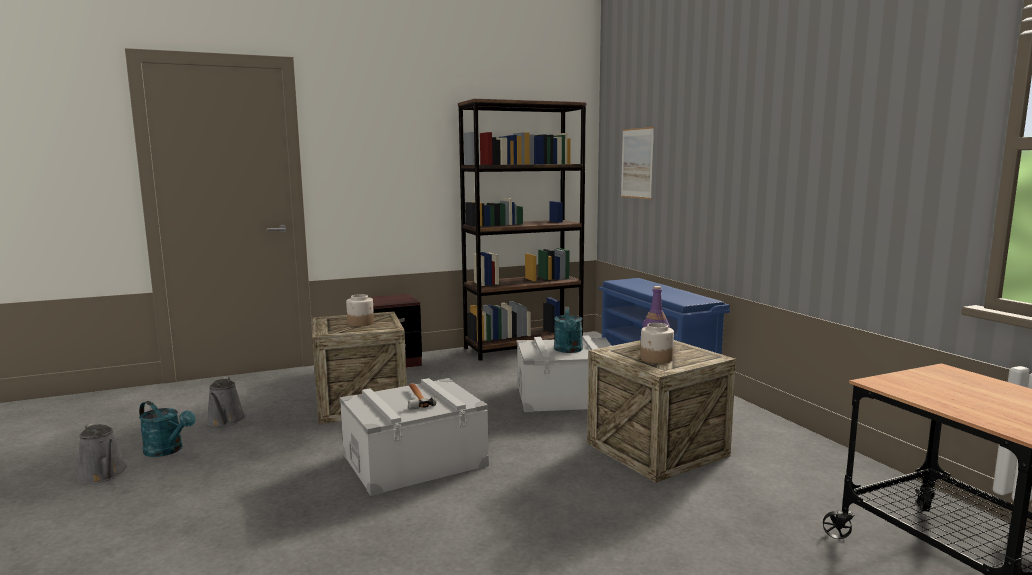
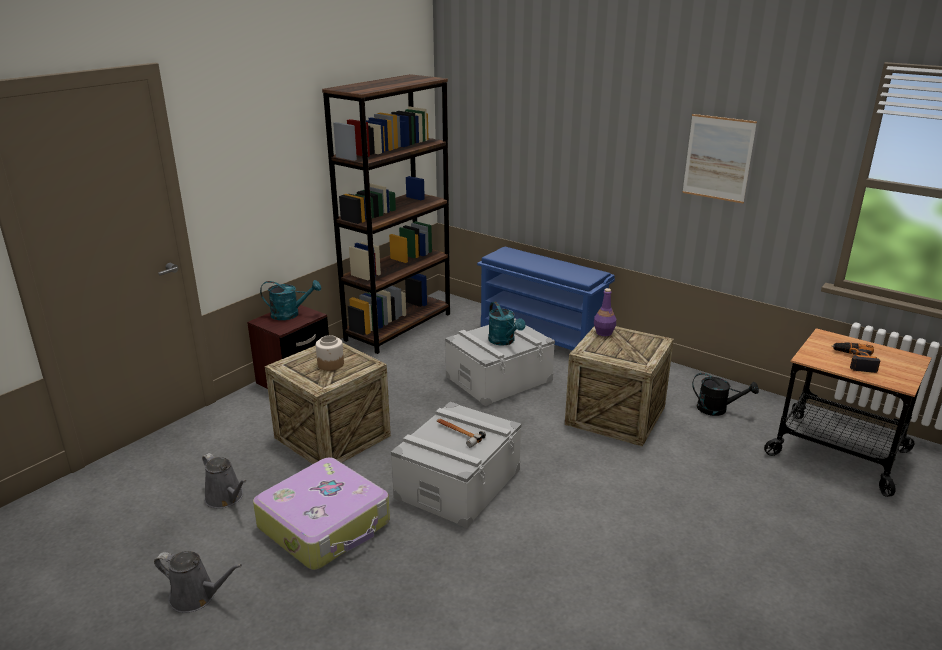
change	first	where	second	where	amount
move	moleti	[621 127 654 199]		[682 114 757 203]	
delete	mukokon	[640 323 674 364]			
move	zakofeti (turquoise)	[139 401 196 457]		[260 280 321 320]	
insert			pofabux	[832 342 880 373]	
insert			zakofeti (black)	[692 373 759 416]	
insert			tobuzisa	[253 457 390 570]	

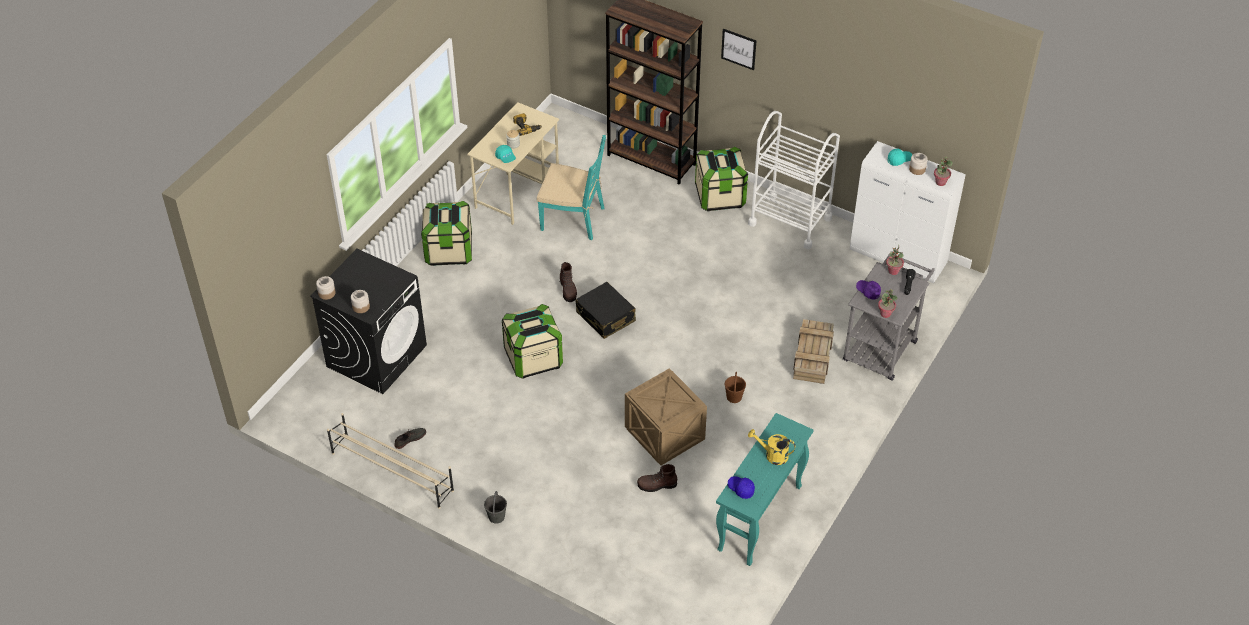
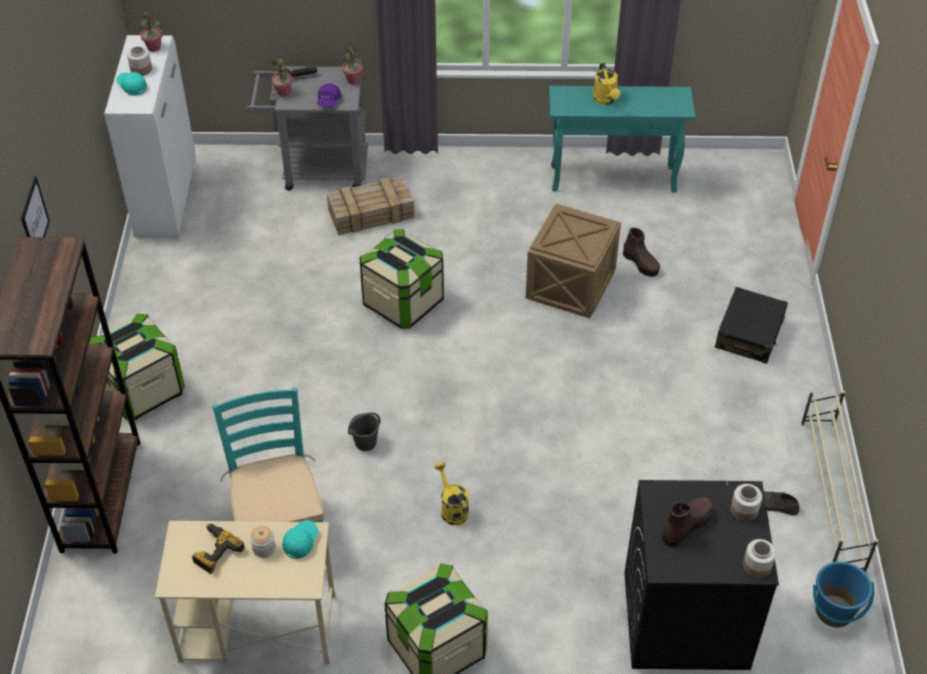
change	first	where	second	where	amount
delete	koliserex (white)	[748 111 840 249]			
move	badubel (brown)	[560 262 577 302]		[662 497 713 547]	
move	tobuzisa (black)	[576 282 636 339]		[715 287 788 364]	
move	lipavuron	[502 304 563 379]		[360 229 444 329]	
delete	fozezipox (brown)	[725 372 746 403]			
delete	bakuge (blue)	[728 476 755 499]			
move	fozezipox (grey)	[484 491 507 524]		[348 412 381 451]	
insert			zakofeti (yellow)	[434 462 469 525]	
insert			fozezipox (blue)	[813 562 874 627]	

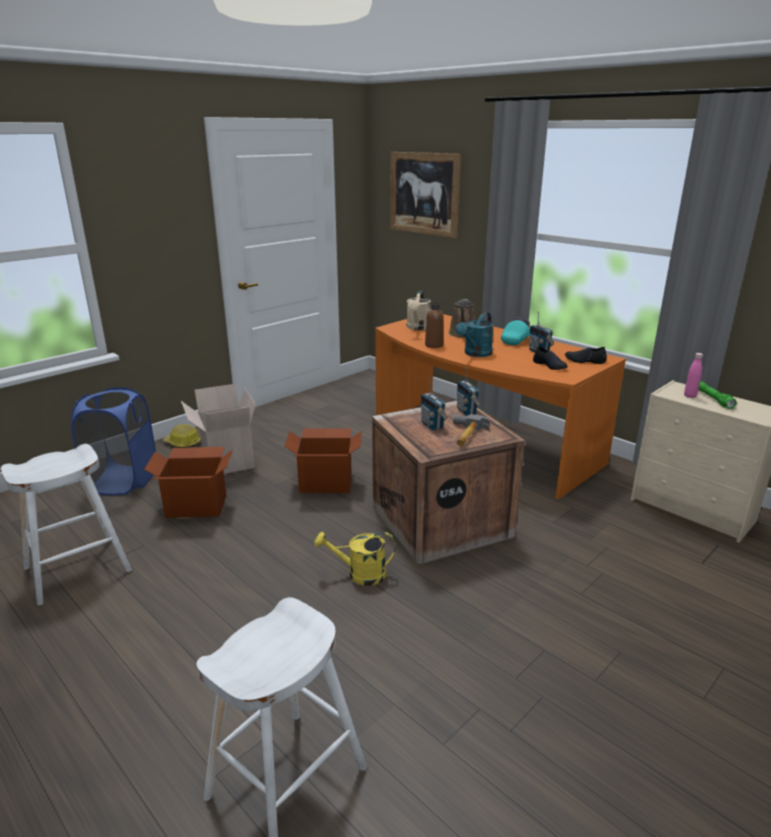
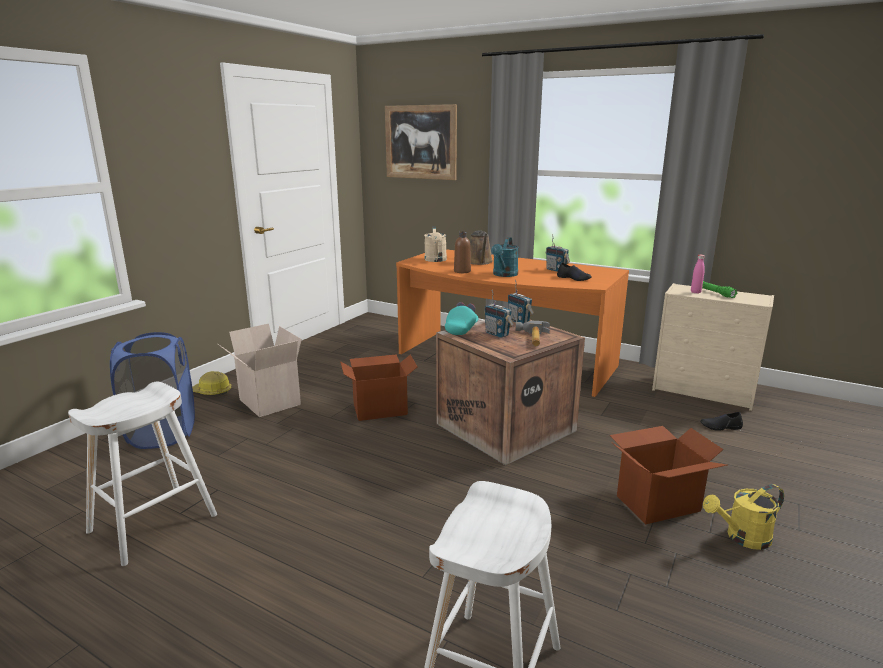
change	first	where	second	where	amount
move	bakuge (turquoise)	[501 317 530 345]		[445 302 479 335]	
move	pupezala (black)	[565 347 607 364]		[700 412 743 431]	
move	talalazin	[144 447 233 518]		[610 426 727 524]	
move	zakofeti (yellow)	[315 532 396 586]		[703 484 784 550]	

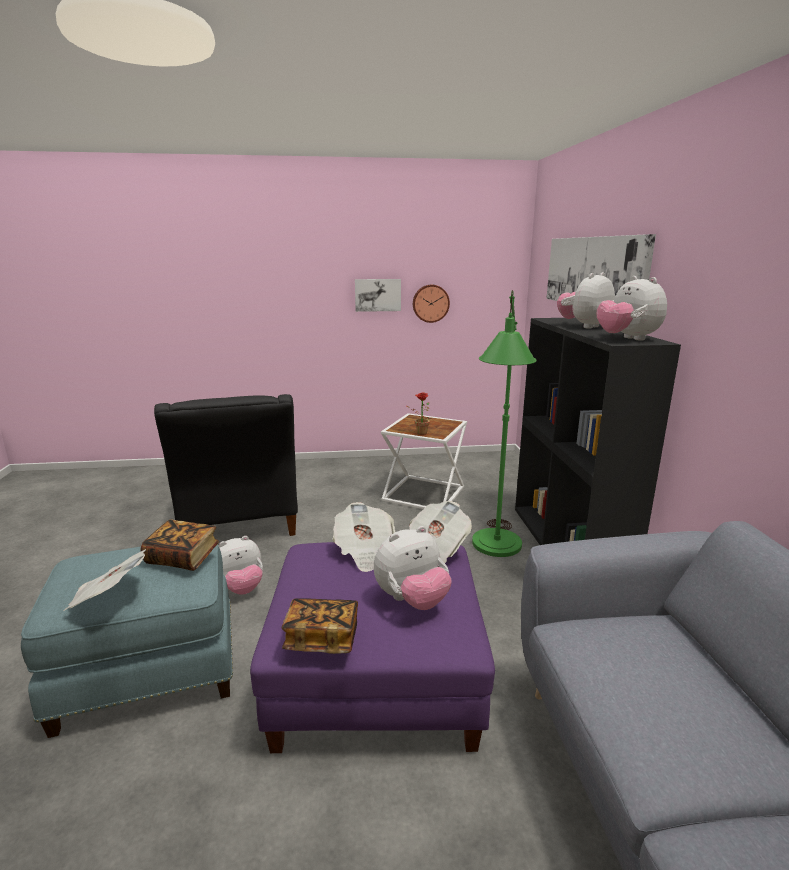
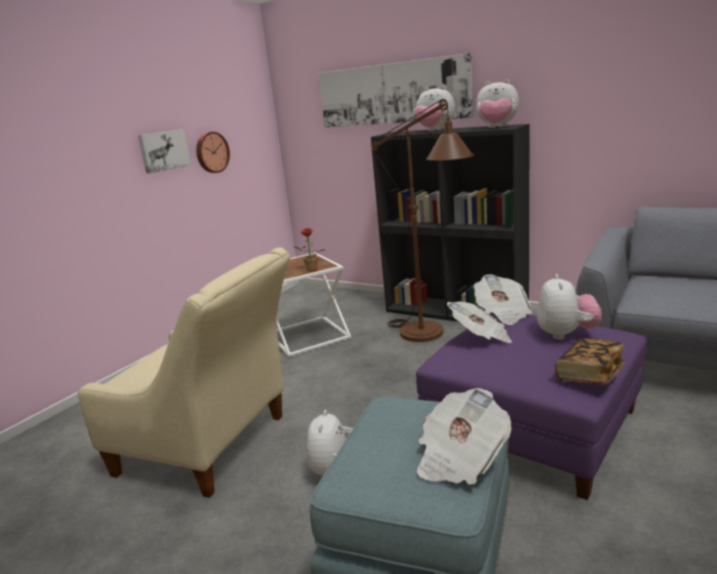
change	first	where	second	where	amount
rotate	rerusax	[557 272 615 329]		[414 86 455 131]	60 degrees counterclockwise
recolor	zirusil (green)	[472 290 537 557]	zirusil (brown)	[371 99 474 342]	
recolor	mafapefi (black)	[154 394 298 536]	mafapefi (beige)	[78 247 290 498]	
delete	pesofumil	[140 519 219 571]			

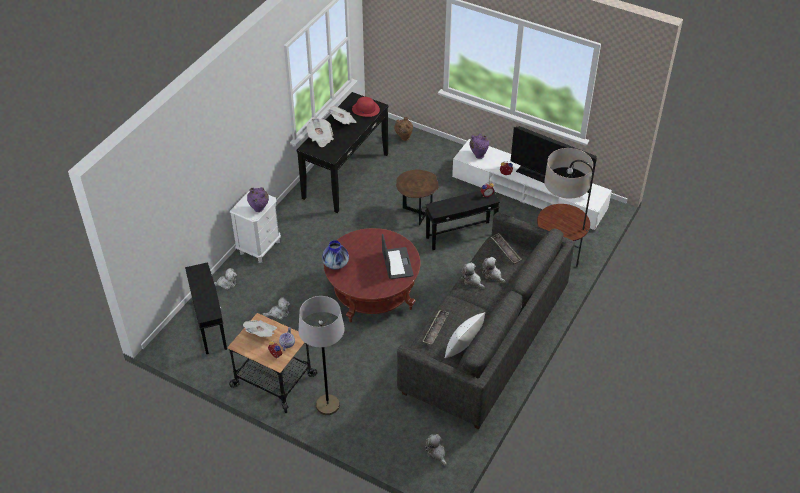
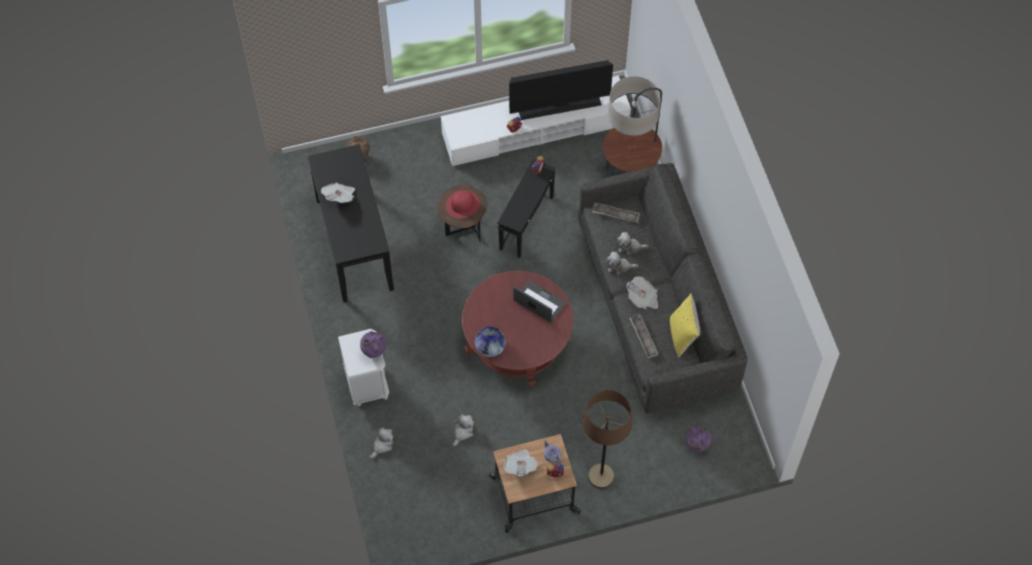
change	first	where	second	where	amount
move	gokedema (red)	[352 97 380 117]		[446 190 480 218]	
move	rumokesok	[307 118 334 147]		[627 276 658 309]	
move	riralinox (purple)	[469 133 489 159]		[686 426 712 452]	
delete	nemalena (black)	[185 262 227 354]			
recolor	zirusil (grey)	[298 296 344 415]	zirusil (brown)	[583 390 632 489]	
recolor	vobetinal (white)	[445 312 485 358]	vobetinal (yellow)	[670 294 700 358]	
delete	rerusax	[425 434 446 466]			

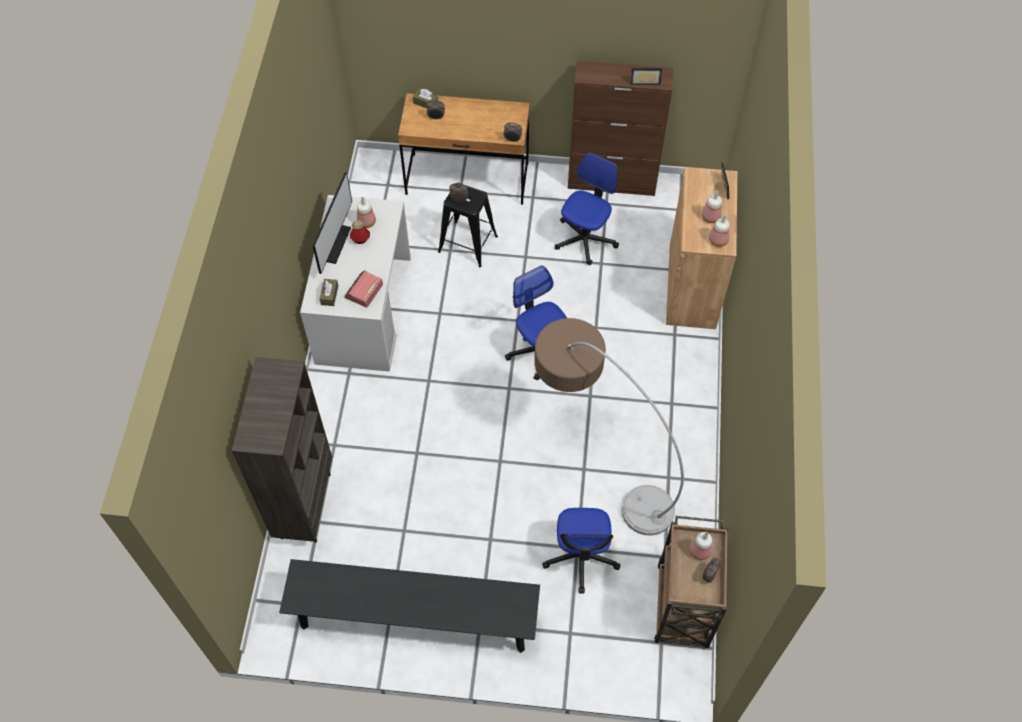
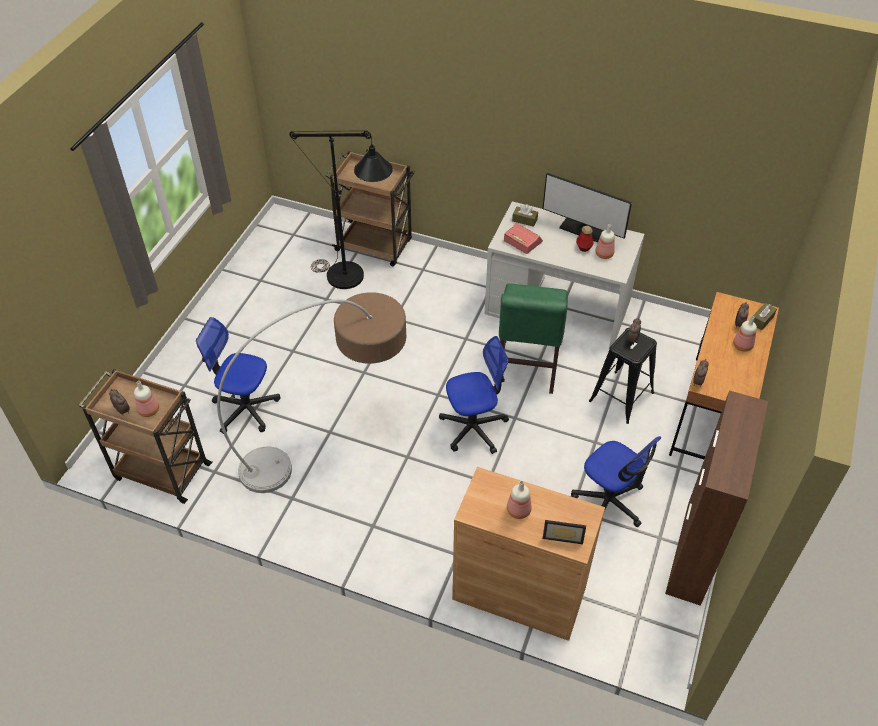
change	first	where	second	where	amount
delete	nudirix	[630 68 662 85]			
move	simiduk	[709 215 730 247]		[733 316 757 352]	
replace	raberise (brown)	[232 357 332 543]	koliserex (brown)	[326 151 415 266]	
delete	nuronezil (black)	[279 559 540 653]			
insert			zirusil (black)	[289 130 393 289]	
insert			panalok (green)	[499 284 568 394]	

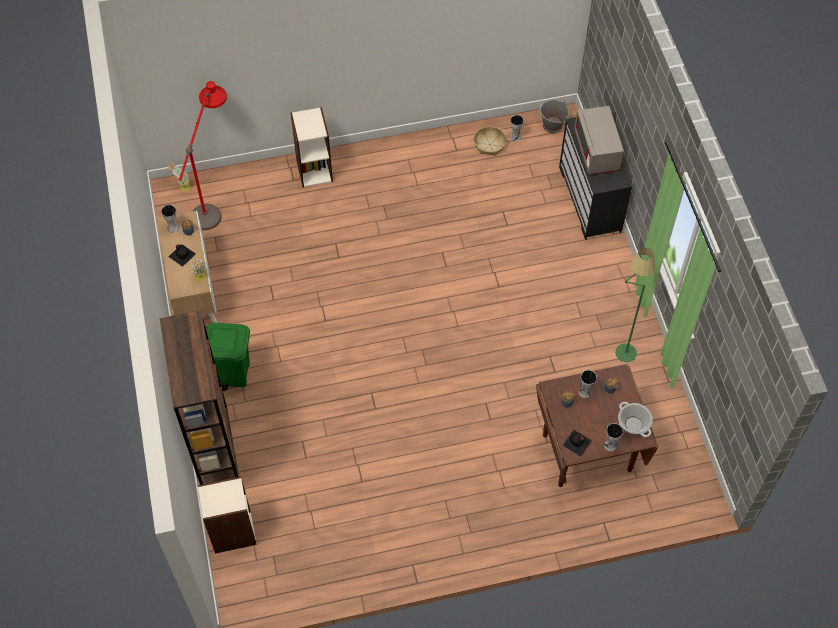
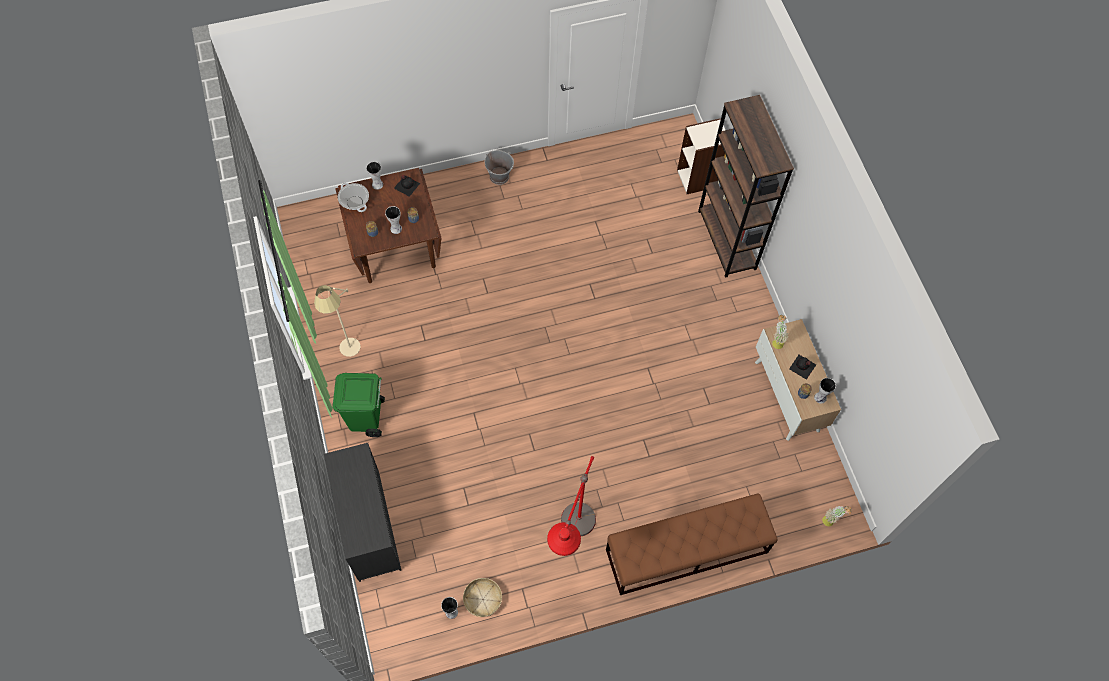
change	first	where	second	where	amount
move	zirusil (red)	[178 81 227 230]		[547 456 596 556]	
move	fozezipox (grey)	[540 99 569 134]		[485 150 514 185]	
delete	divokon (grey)	[574 106 624 175]			
replace	raberise	[290 107 333 188]	nuronezil (brown)	[606 493 778 595]	
recolor	zirusil (green)	[615 248 656 362]	zirusil (beige)	[314 285 361 357]	
move	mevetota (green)	[205 323 250 391]		[332 373 385 437]	

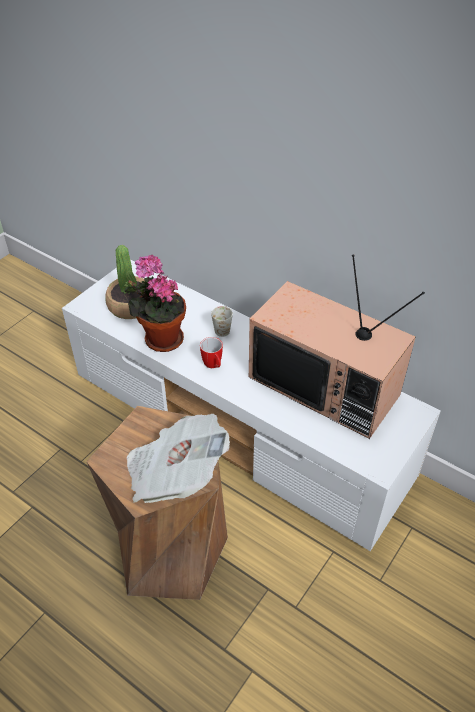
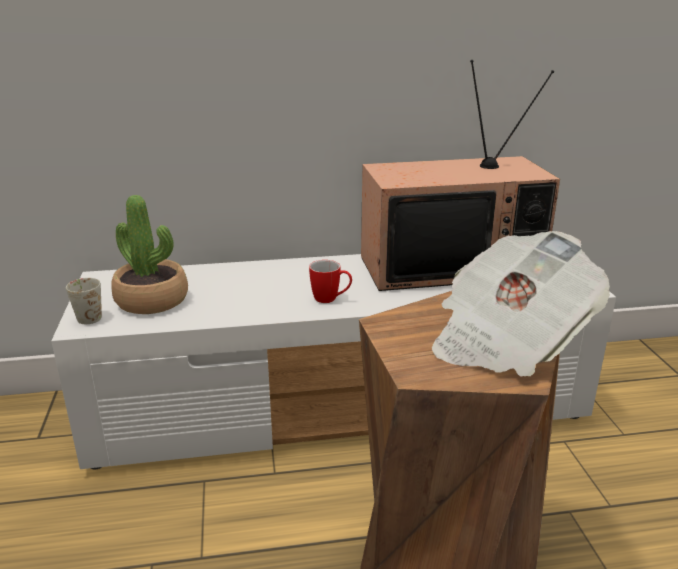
change	first	where	second	where	amount
delete	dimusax	[124 255 186 352]			
move	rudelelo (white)	[211 305 233 337]		[66 278 102 324]	

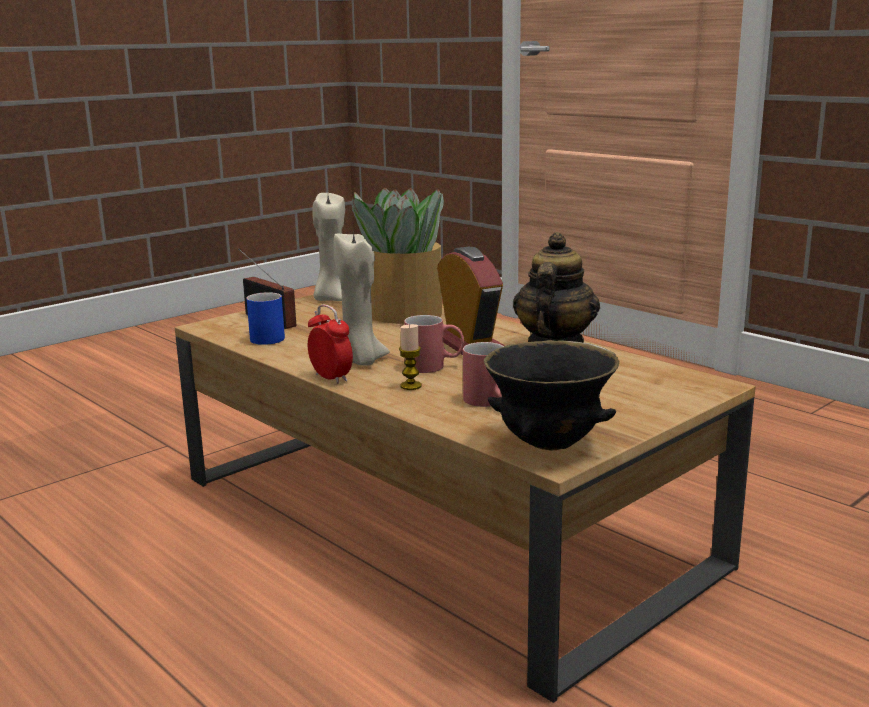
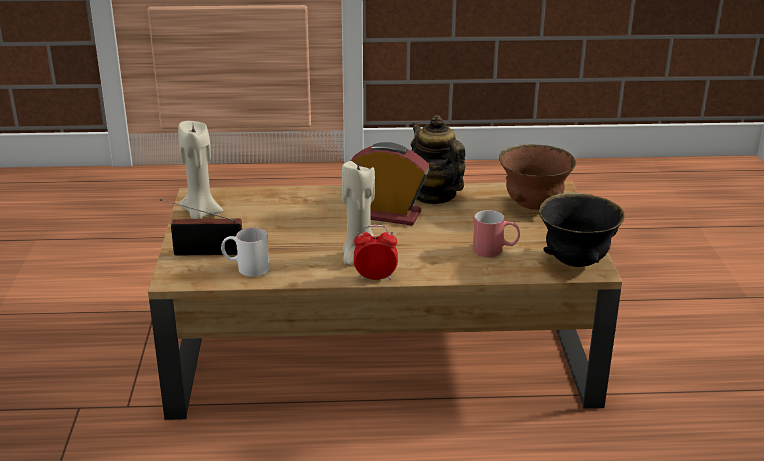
change	first	where	second	where	amount
delete	dimusax	[352 188 444 324]			
recolor	rudelelo (blue)	[246 292 285 345]	rudelelo (white)	[221 228 269 277]	
delete	rudelelo (red)	[404 315 464 373]			
delete	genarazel	[399 324 422 390]			
insert			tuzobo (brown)	[499 144 576 210]	

